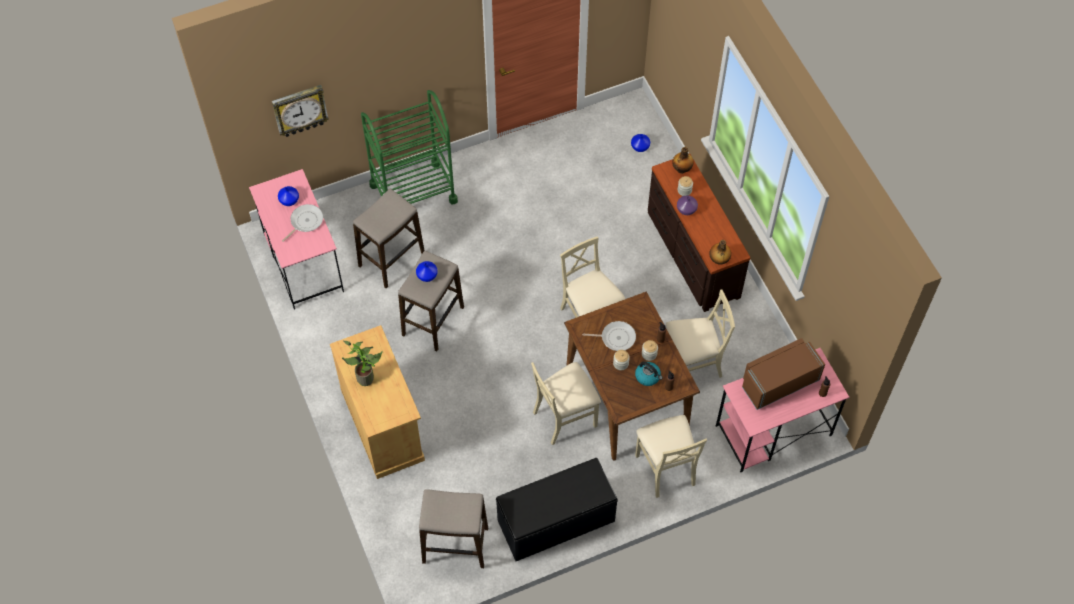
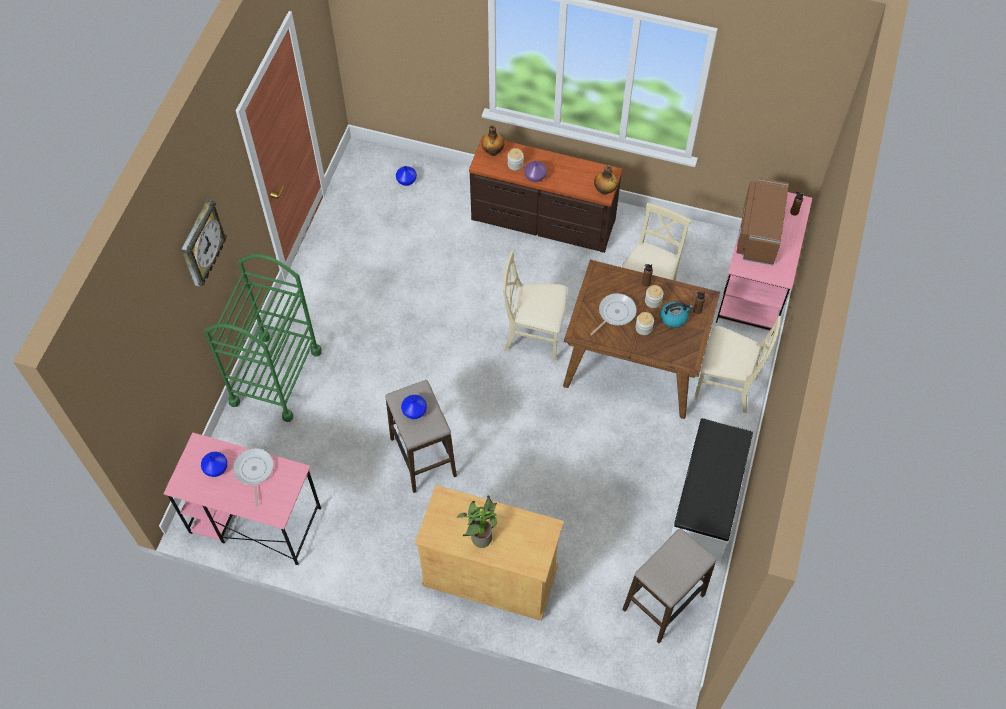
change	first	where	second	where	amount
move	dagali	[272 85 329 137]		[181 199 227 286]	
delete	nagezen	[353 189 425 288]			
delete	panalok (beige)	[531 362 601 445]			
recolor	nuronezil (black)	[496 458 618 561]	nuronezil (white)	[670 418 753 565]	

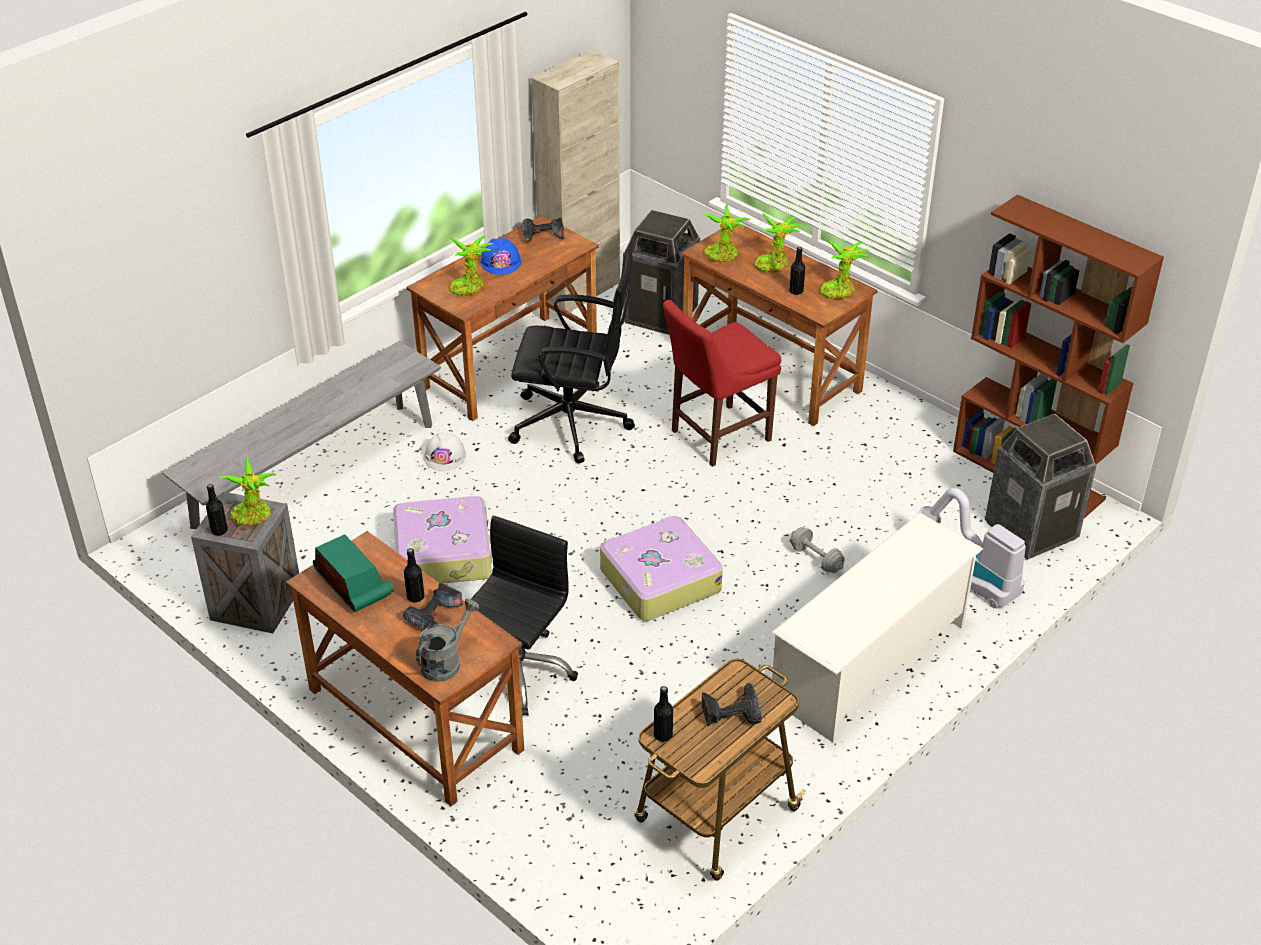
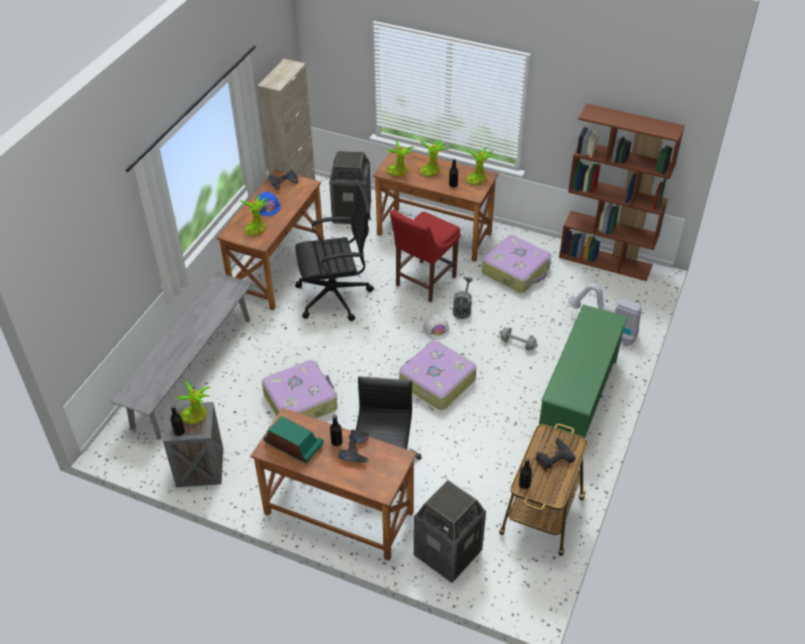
change	first	where	second	where	amount
move	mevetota	[985 414 1097 560]		[414 480 486 583]	
move	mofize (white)	[424 432 466 471]		[423 314 450 340]	
recolor	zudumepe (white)	[772 513 983 742]	zudumepe (green)	[539 304 627 450]	
move	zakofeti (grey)	[416 599 479 682]		[453 277 473 319]	
insert			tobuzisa	[482 235 551 293]	

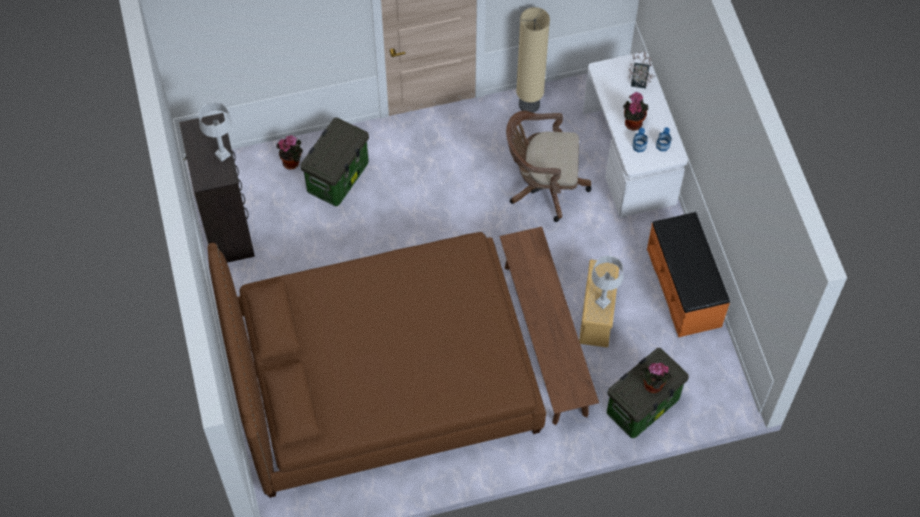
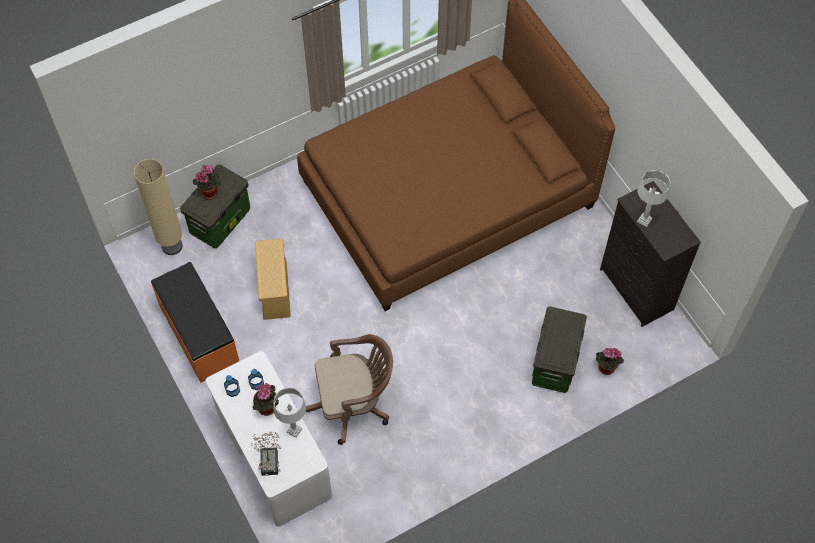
change	first	where	second	where	amount
move	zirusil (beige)	[516 7 550 113]		[134 159 183 255]	
delete	nuronezil (brown)	[500 227 599 425]			
move	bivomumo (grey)	[592 256 623 309]		[273 388 306 438]	

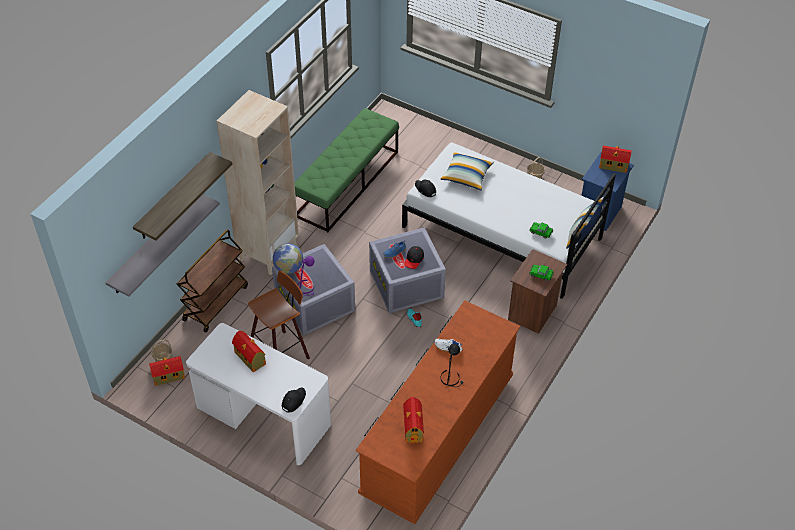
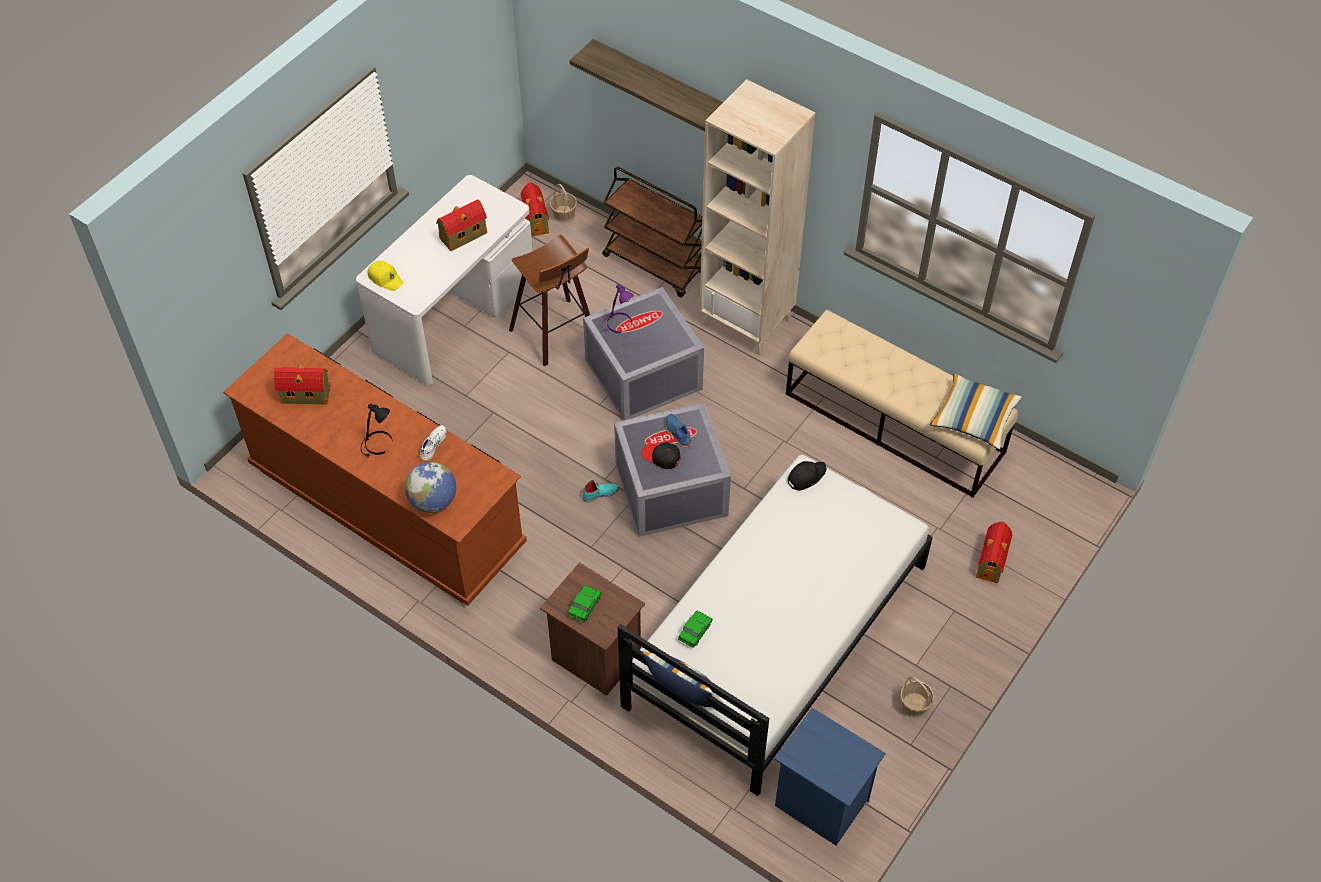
change	first	where	second	where	amount
recolor	nuronezil (green)	[294 108 399 232]	nuronezil (beige)	[786 310 1018 498]	
move	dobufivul	[599 146 632 173]		[976 521 1012 583]	
move	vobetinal	[440 151 494 191]		[930 373 1021 449]	
delete	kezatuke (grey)	[105 194 220 297]			
move	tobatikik	[273 243 303 274]		[405 462 456 513]	
recolor	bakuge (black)	[282 388 306 412]	bakuge (yellow)	[368 261 404 291]	

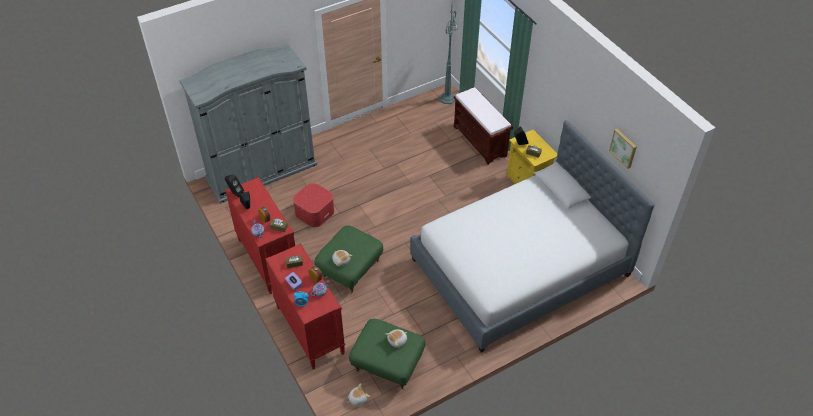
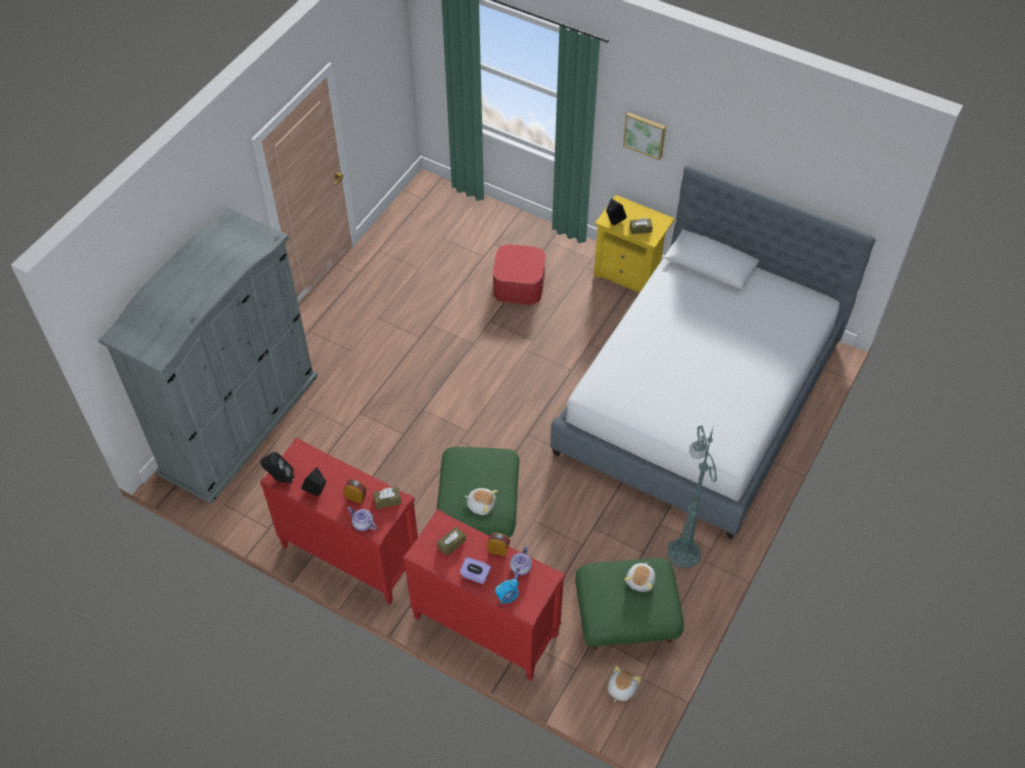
change	first	where	second	where	amount
move	zirusil (green)	[439 7 458 104]		[668 425 717 568]	
delete	nuronezil (brown)	[453 87 513 165]			
move	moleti	[609 129 637 169]		[623 112 666 160]	
move	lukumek	[293 183 334 227]		[493 244 546 305]	

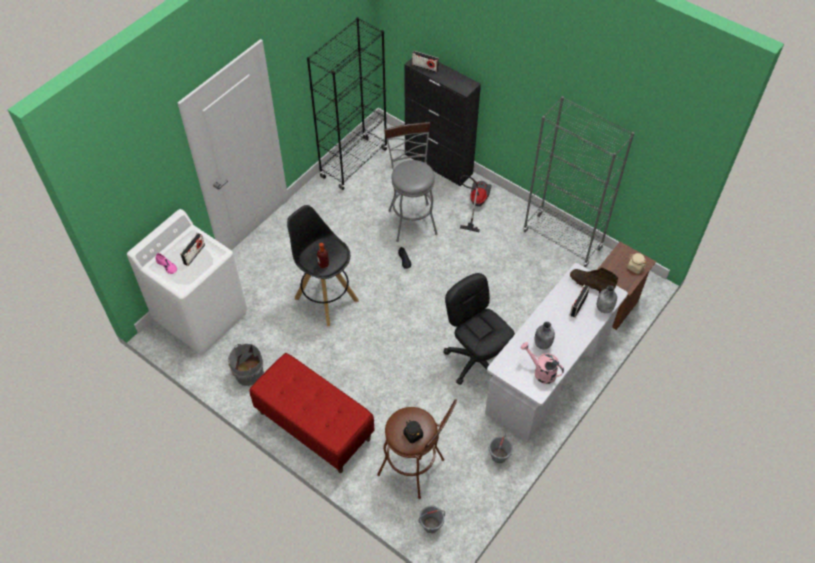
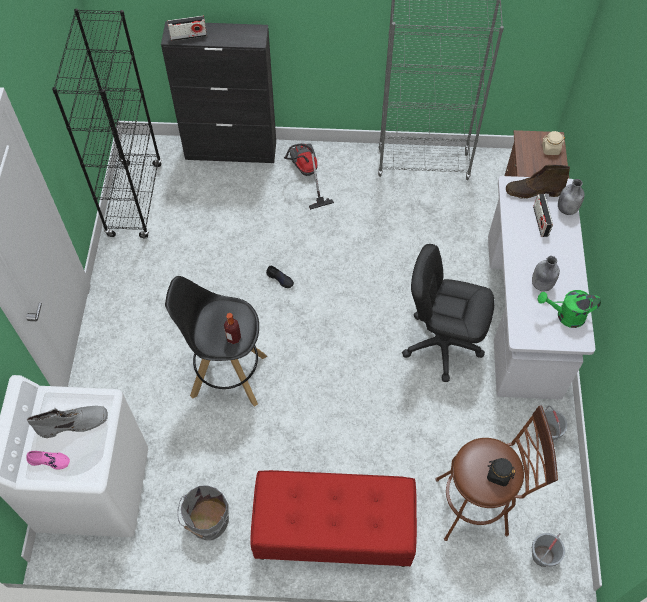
change	first	where	second	where	amount
delete	nagezen (grey)	[384 122 438 242]			
replace	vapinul	[180 233 205 266]	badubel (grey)	[27 406 108 438]	
recolor	zakofeti (pink)	[520 342 564 384]	zakofeti (green)	[537 290 601 328]	

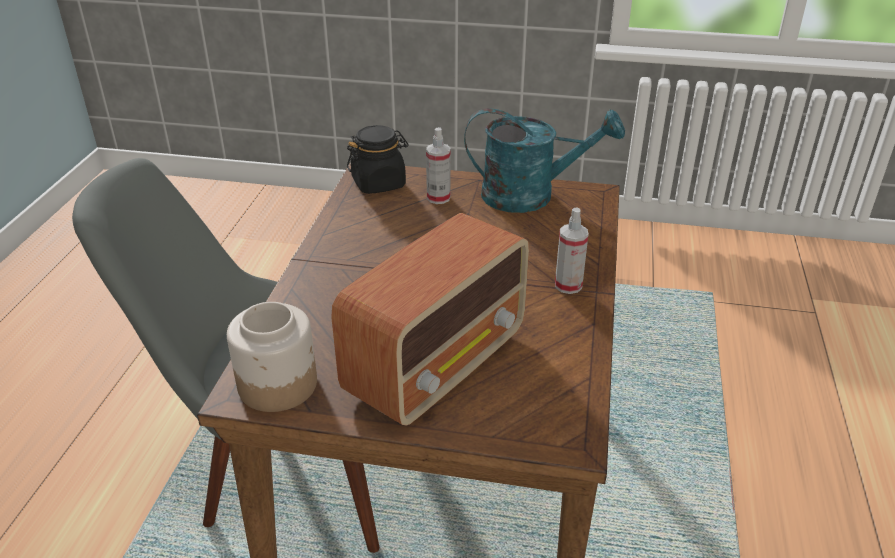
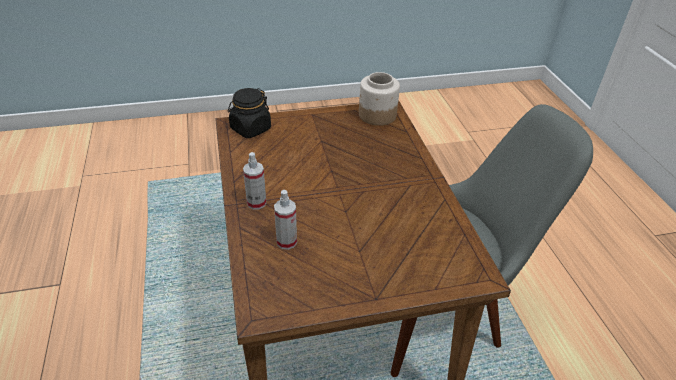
change	first	where	second	where	amount
delete	zakofeti (turquoise)	[464 108 625 213]			
move	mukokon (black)	[347 125 409 194]		[228 88 271 138]	
move	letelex	[426 127 451 204]		[274 190 297 250]	
delete	vapinul	[331 213 529 425]			

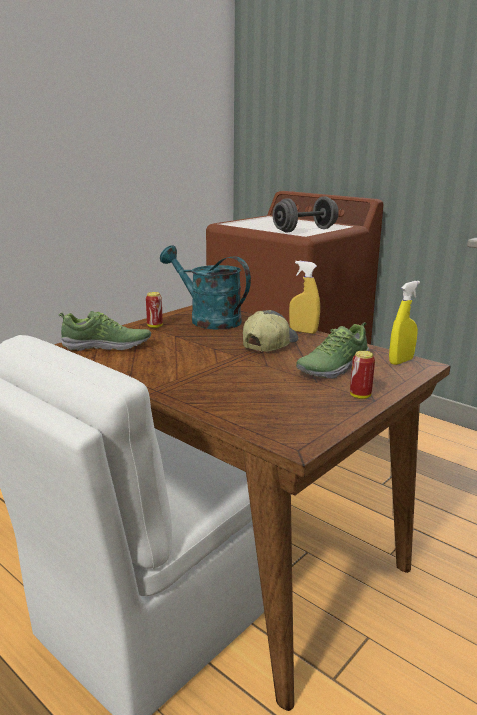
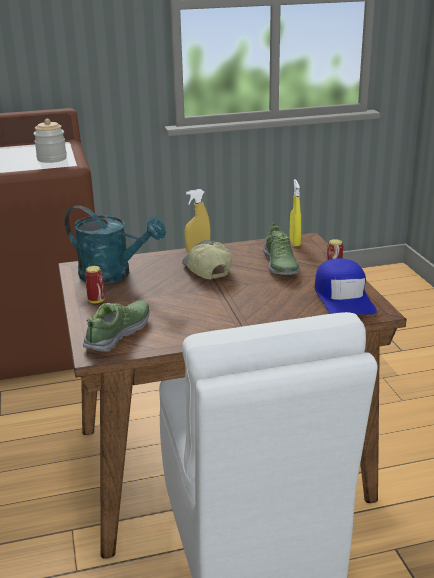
change	first	where	second	where	amount
replace	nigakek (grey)	[273 196 339 232]	mukokon	[33 119 67 163]	
rotate	zakofeti (turquoise)	[160 245 251 329]		[65 205 166 284]	135 degrees counterclockwise
insert			bakuge (blue)	[314 258 377 315]	

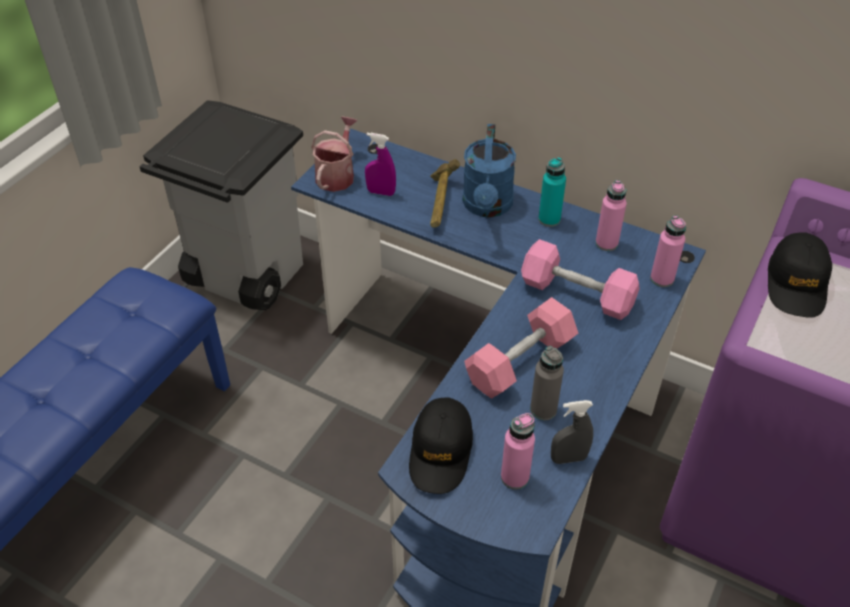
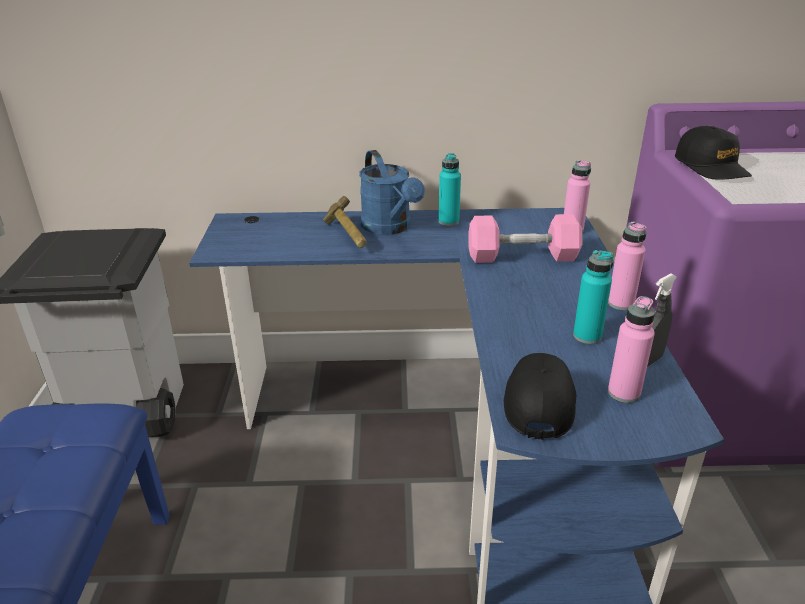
change	first	where	second	where	amount
delete	zakofeti	[311 116 358 192]			
delete	letelex (purple)	[365 133 396 196]			
move	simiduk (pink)	[595 180 627 251]		[608 222 646 310]	
delete	nigakek (pink)	[464 297 578 399]			
recolor	simiduk (grey)	[530 346 564 420]	simiduk (turquoise)	[573 250 614 344]	
rotate	bakuge (black)	[409 397 473 494]		[504 353 576 439]	150 degrees counterclockwise

